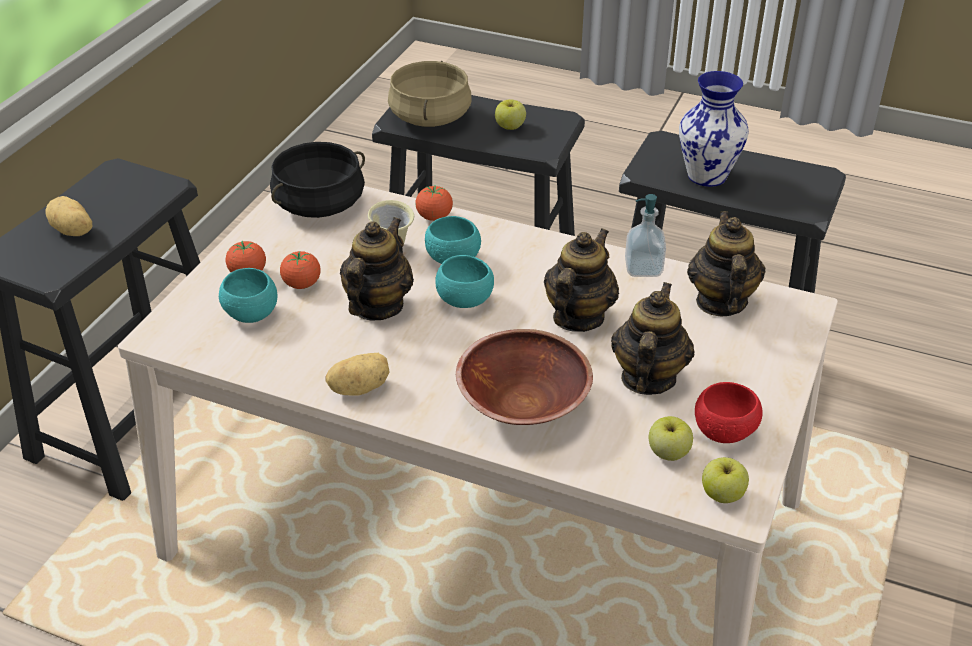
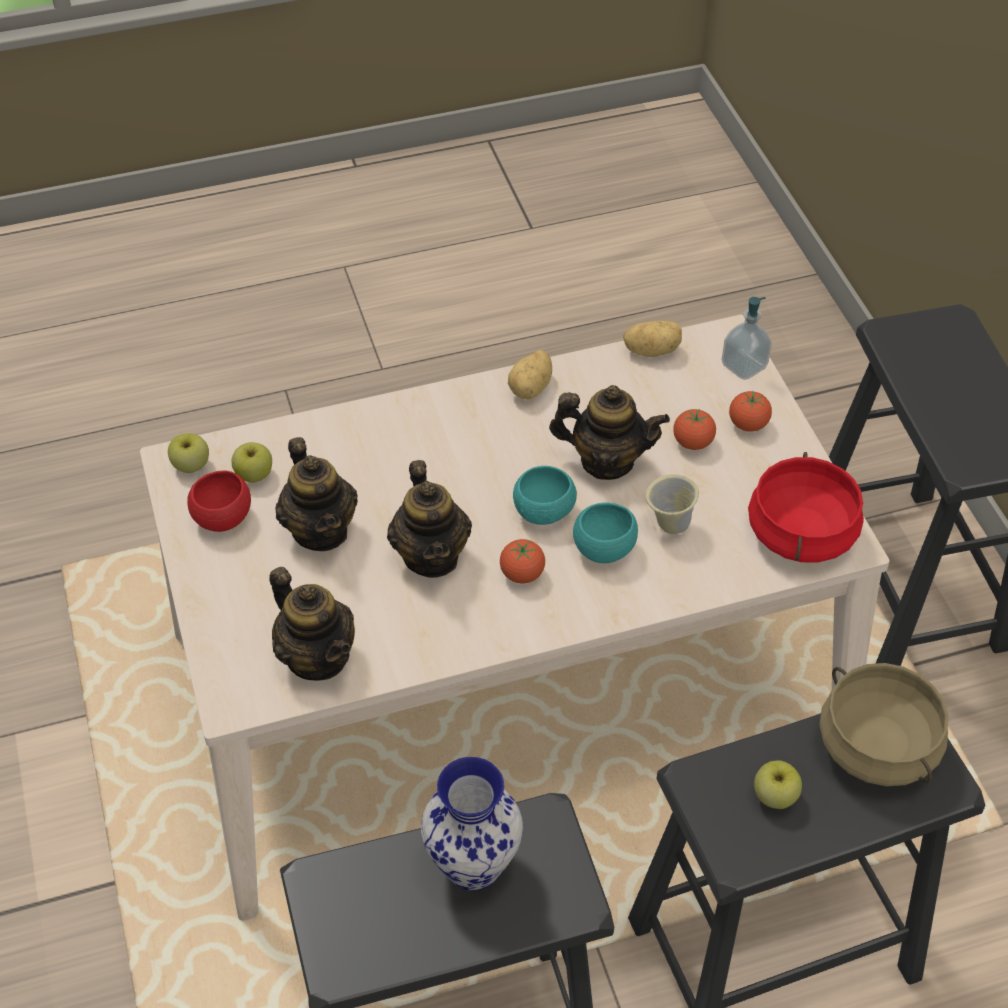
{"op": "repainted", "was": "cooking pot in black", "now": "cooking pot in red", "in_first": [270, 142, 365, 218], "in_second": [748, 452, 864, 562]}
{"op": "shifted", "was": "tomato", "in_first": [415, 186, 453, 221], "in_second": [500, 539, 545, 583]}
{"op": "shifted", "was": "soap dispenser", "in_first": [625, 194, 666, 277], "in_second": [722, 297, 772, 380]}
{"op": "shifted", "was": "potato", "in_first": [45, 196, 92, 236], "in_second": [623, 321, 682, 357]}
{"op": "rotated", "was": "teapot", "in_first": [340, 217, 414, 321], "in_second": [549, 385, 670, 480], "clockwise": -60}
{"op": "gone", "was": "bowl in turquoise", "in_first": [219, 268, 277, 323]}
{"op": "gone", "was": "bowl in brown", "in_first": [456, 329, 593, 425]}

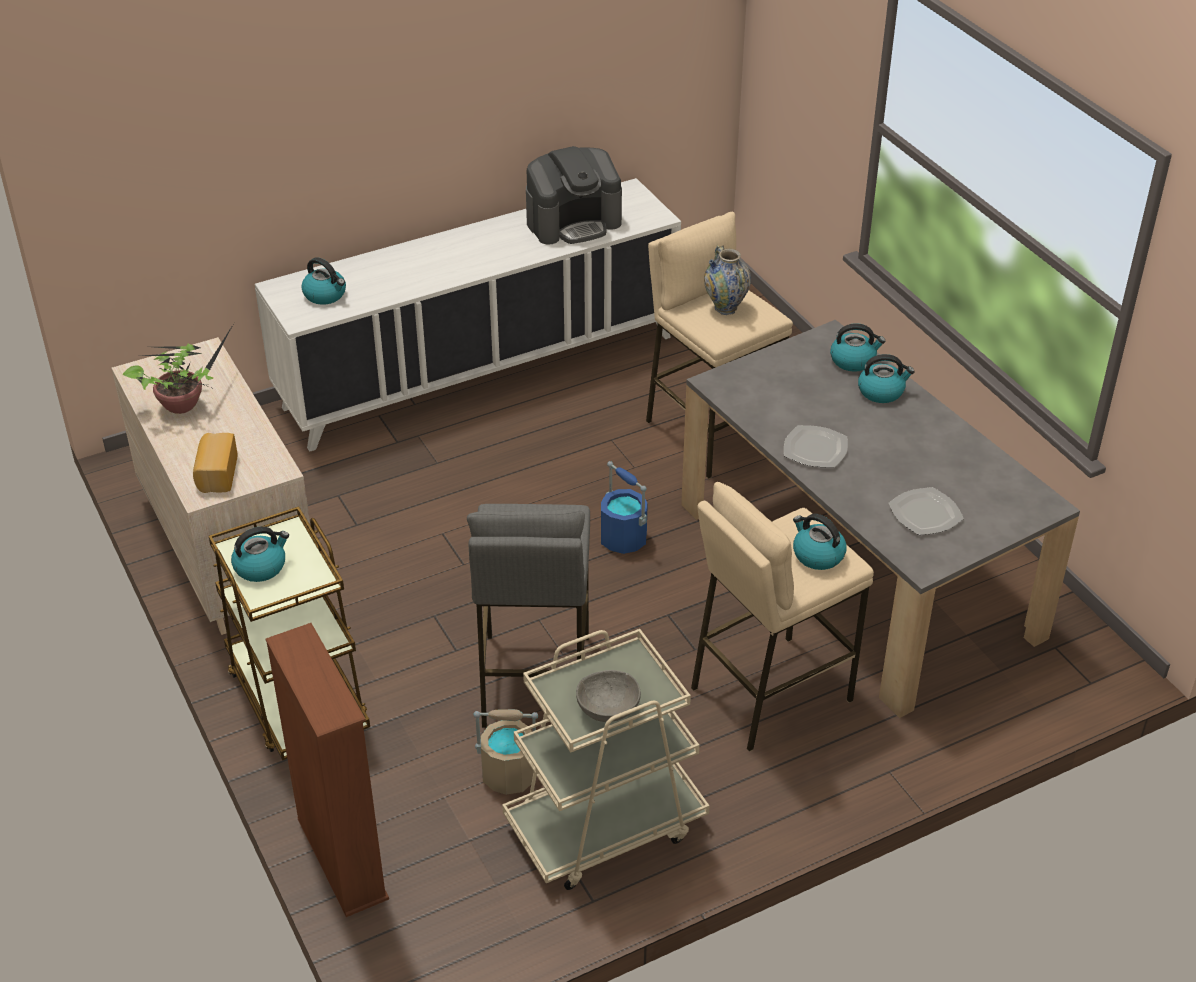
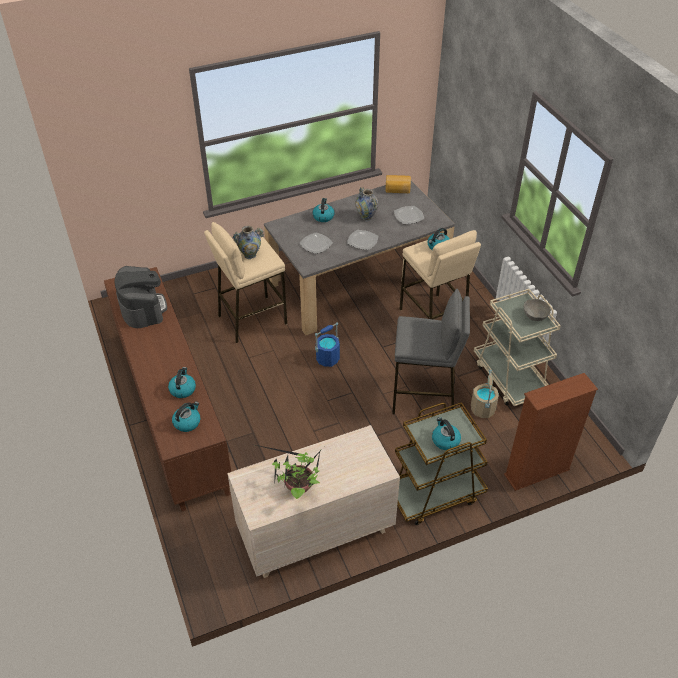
{"op": "repainted", "was": "cabinet in white", "now": "cabinet in brown", "in_first": [255, 178, 681, 452], "in_second": [104, 267, 231, 511]}
{"op": "shifted", "was": "kettle", "in_first": [830, 323, 885, 372], "in_second": [168, 367, 196, 398]}
{"op": "shifted", "was": "bread", "in_first": [193, 433, 238, 493], "in_second": [386, 175, 411, 193]}
{"op": "new", "now": "vase", "in_second": [355, 187, 379, 221]}
{"op": "new", "now": "plate", "in_second": [299, 233, 333, 254]}

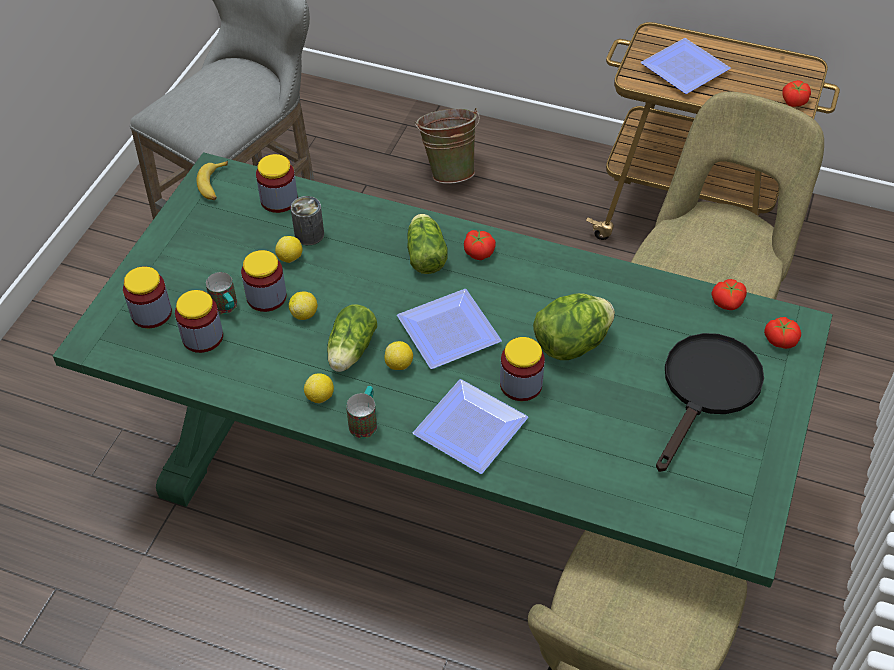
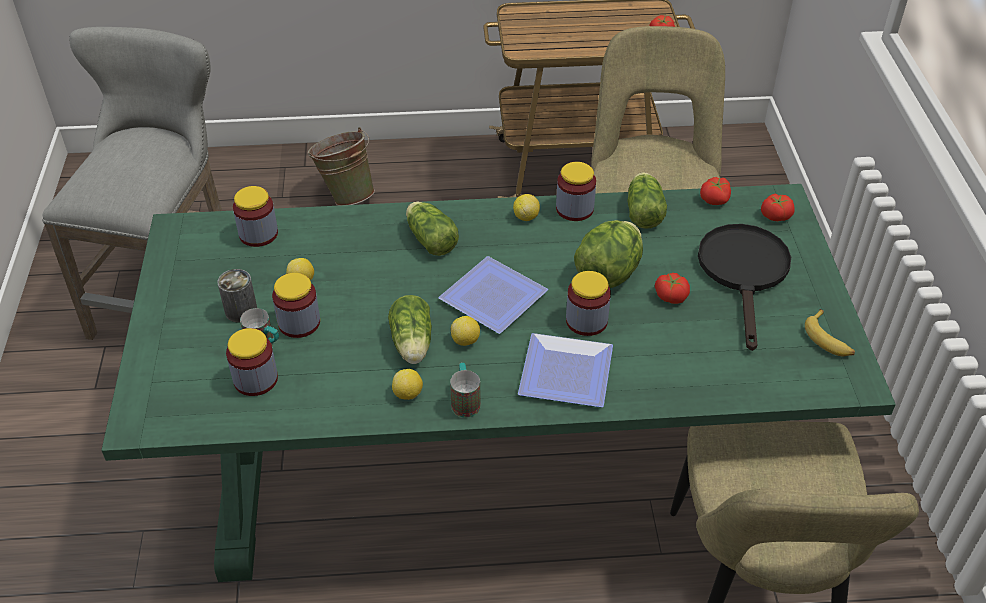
{"op": "gone", "was": "plate", "in_first": [641, 38, 731, 94]}
{"op": "shifted", "was": "banana", "in_first": [197, 161, 228, 200], "in_second": [805, 309, 855, 356]}
{"op": "shifted", "was": "can", "in_first": [291, 196, 324, 245], "in_second": [218, 269, 257, 322]}
{"op": "shifted", "was": "tomato", "in_first": [464, 230, 496, 260], "in_second": [655, 273, 690, 304]}
{"op": "shifted", "was": "jar", "in_first": [123, 266, 172, 328], "in_second": [556, 162, 596, 221]}
{"op": "shifted", "was": "lemon", "in_first": [289, 292, 317, 320], "in_second": [513, 194, 540, 221]}
{"op": "new", "now": "lettuce", "in_second": [628, 172, 667, 229]}

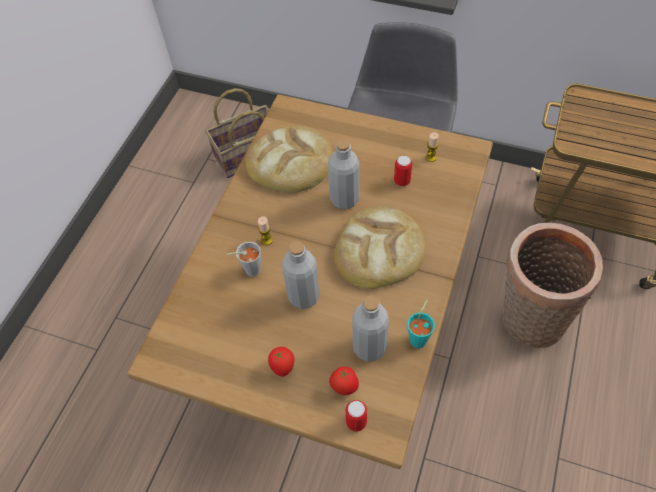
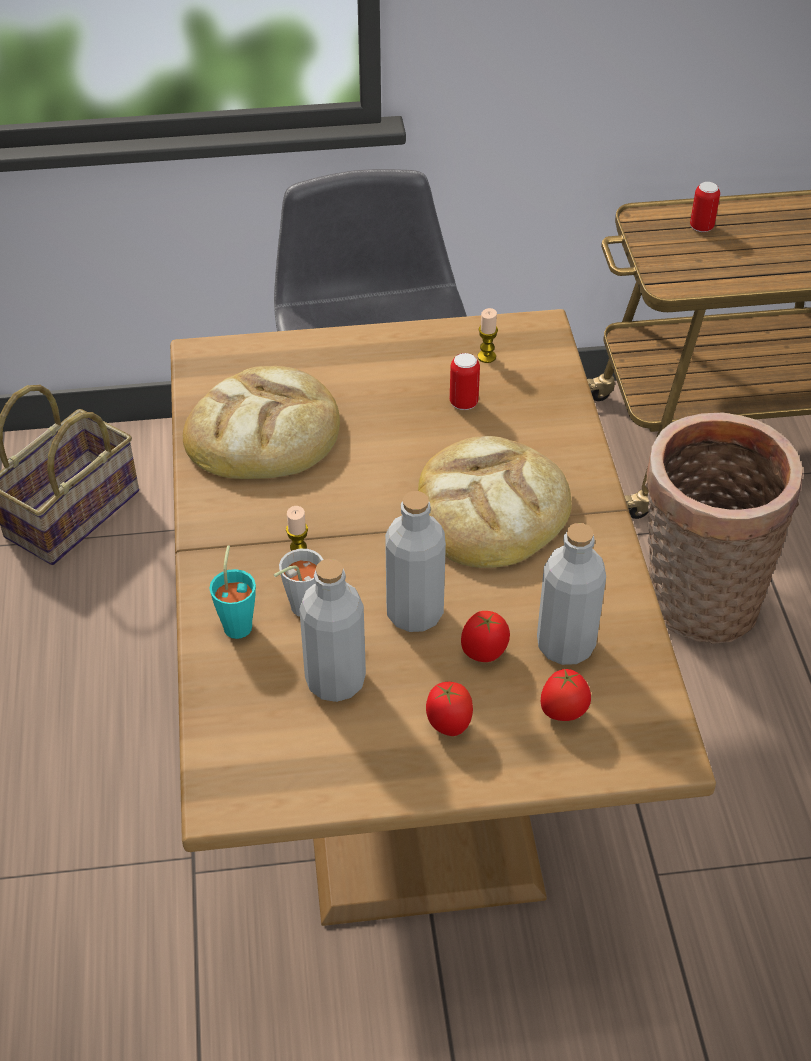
{"op": "shifted", "was": "bottle in grey", "in_first": [328, 139, 359, 209], "in_second": [299, 559, 366, 702]}
{"op": "shifted", "was": "cup in turquoise", "in_first": [407, 300, 435, 348], "in_second": [209, 545, 256, 639]}
{"op": "shifted", "was": "can", "in_first": [345, 400, 367, 432], "in_second": [690, 182, 720, 232]}
{"op": "new", "now": "tomato", "in_second": [461, 611, 510, 662]}

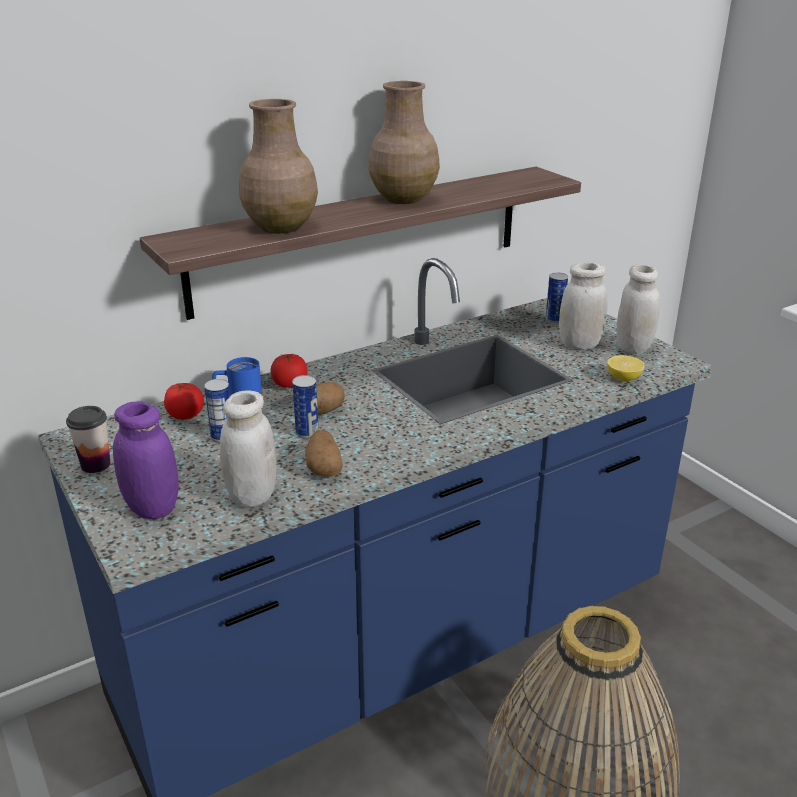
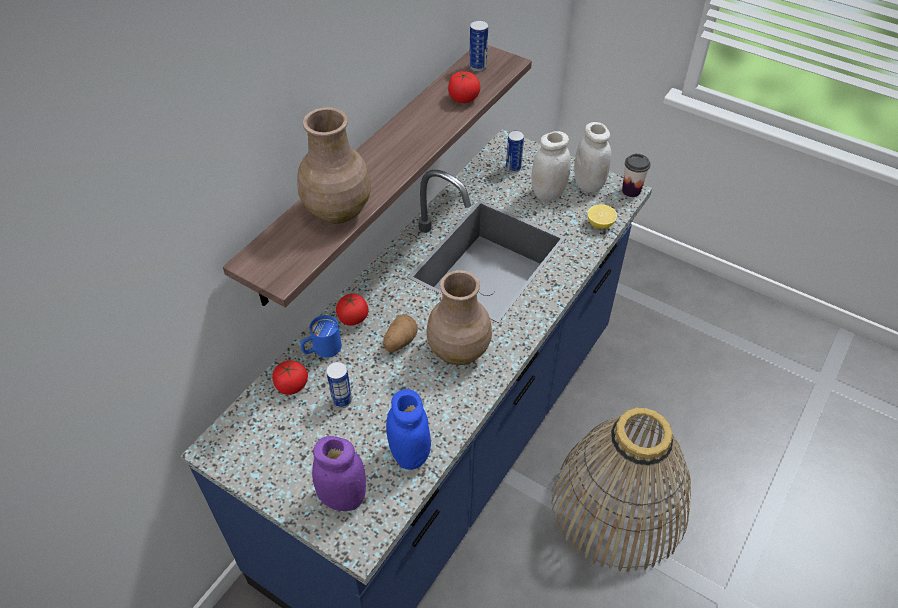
{"op": "shifted", "was": "vase in brown", "in_first": [368, 81, 440, 204], "in_second": [426, 270, 492, 365]}
{"op": "shifted", "was": "can", "in_first": [292, 375, 319, 439], "in_second": [469, 20, 488, 71]}
{"op": "repainted", "was": "jar in white", "now": "jar in blue", "in_first": [220, 390, 276, 508], "in_second": [386, 389, 431, 470]}
{"op": "shifted", "was": "cup", "in_first": [66, 406, 110, 473], "in_second": [622, 154, 651, 197]}
{"op": "gone", "was": "potato", "in_first": [305, 430, 343, 477]}
{"op": "new", "now": "tomato", "in_second": [448, 71, 480, 103]}

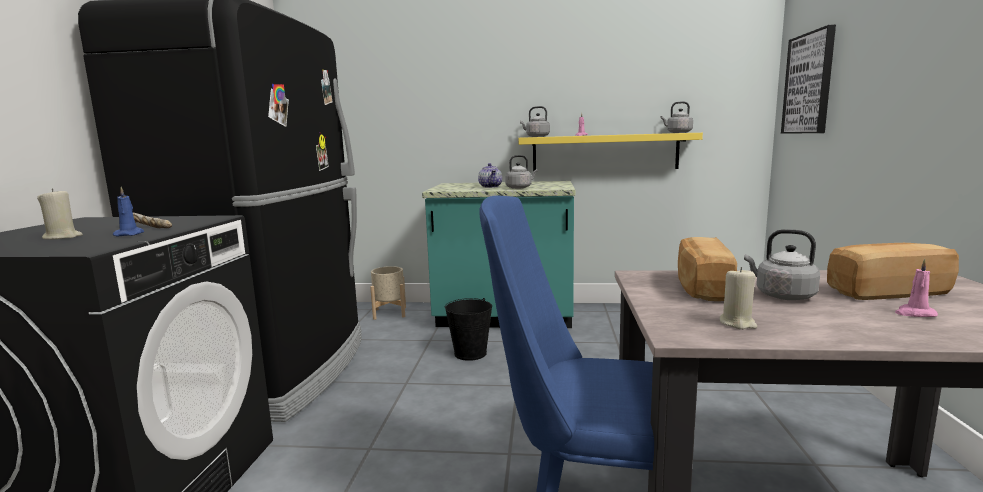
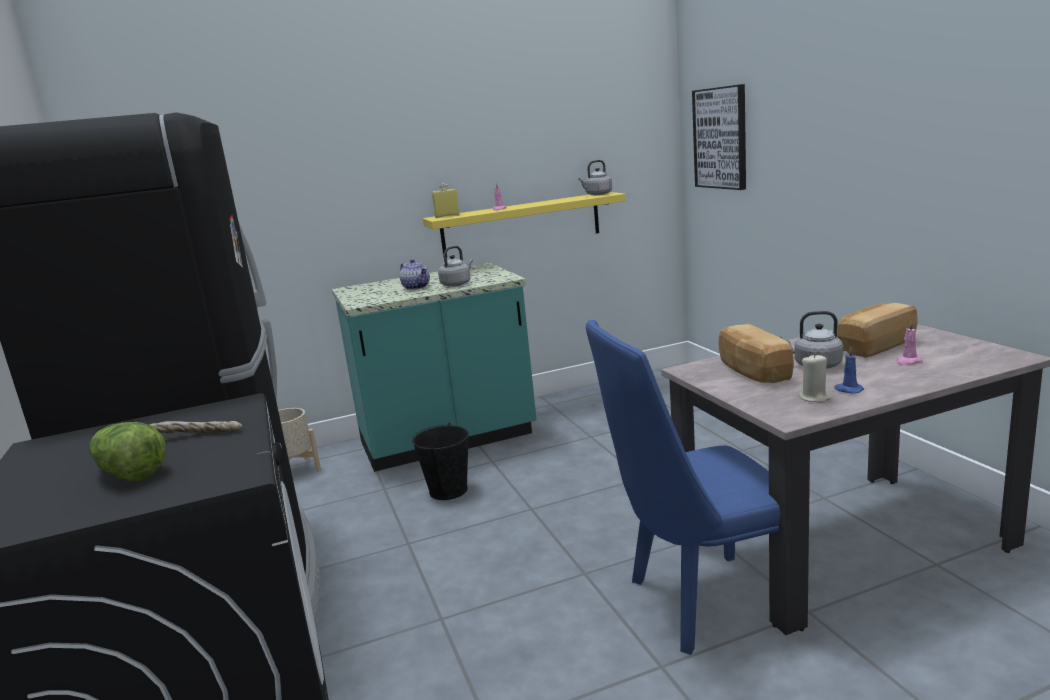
{"op": "swapped", "was": "kettle in grey", "now": "bottle in yellow", "in_first": [520, 106, 550, 137], "in_second": [432, 183, 460, 218]}
{"op": "shifted", "was": "candle in blue", "in_first": [113, 187, 144, 236], "in_second": [834, 347, 864, 394]}
{"op": "swapped", "was": "candle in beige", "now": "lettuce", "in_first": [37, 188, 83, 240], "in_second": [89, 422, 166, 482]}

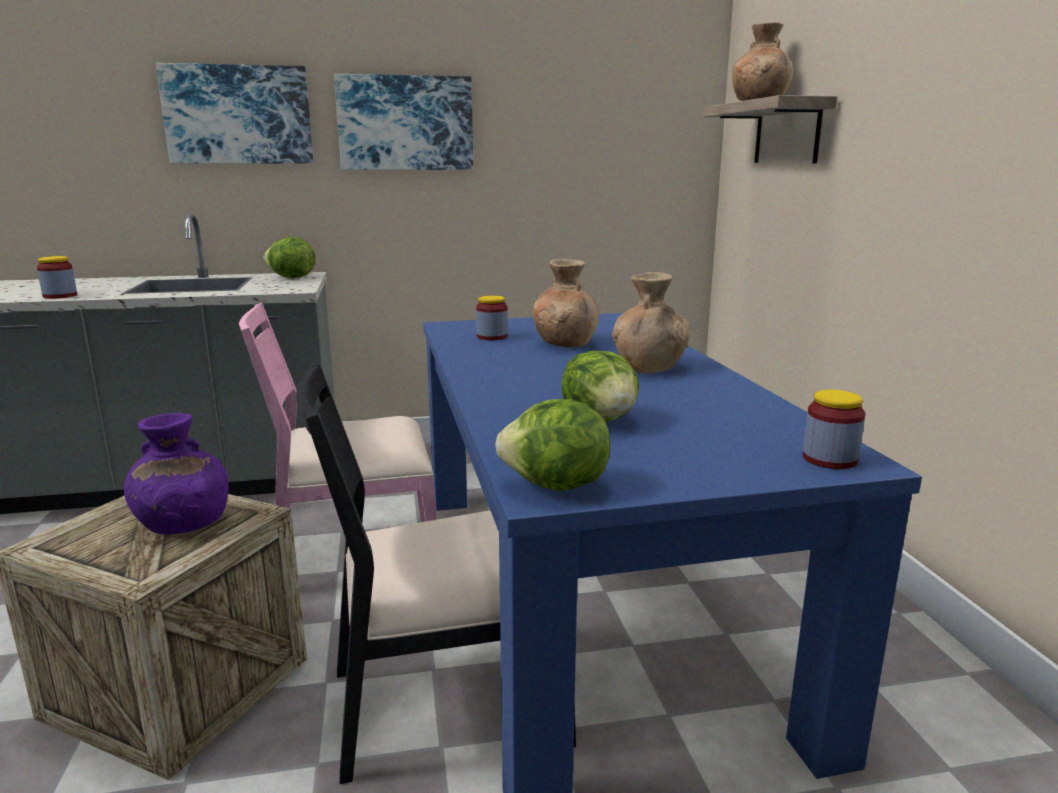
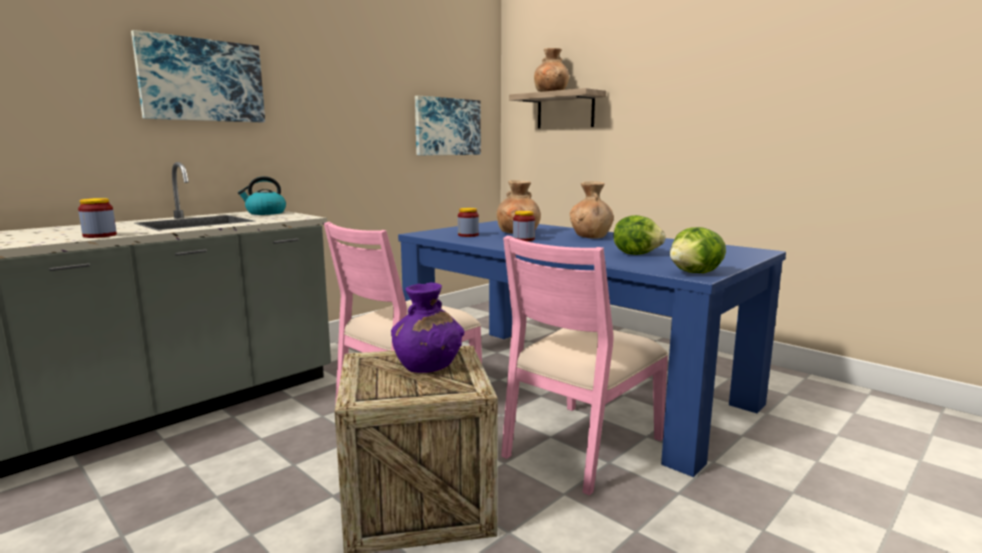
{"op": "shifted", "was": "picture", "in_first": [334, 74, 473, 170], "in_second": [415, 96, 481, 155]}
{"op": "swapped", "was": "lettuce", "now": "kettle", "in_first": [264, 237, 315, 278], "in_second": [238, 176, 286, 215]}
{"op": "repainted", "was": "chair in black", "now": "chair in pink", "in_first": [296, 362, 576, 784], "in_second": [501, 236, 669, 496]}
{"op": "shifted", "was": "jar", "in_first": [803, 390, 865, 469], "in_second": [513, 211, 535, 241]}

